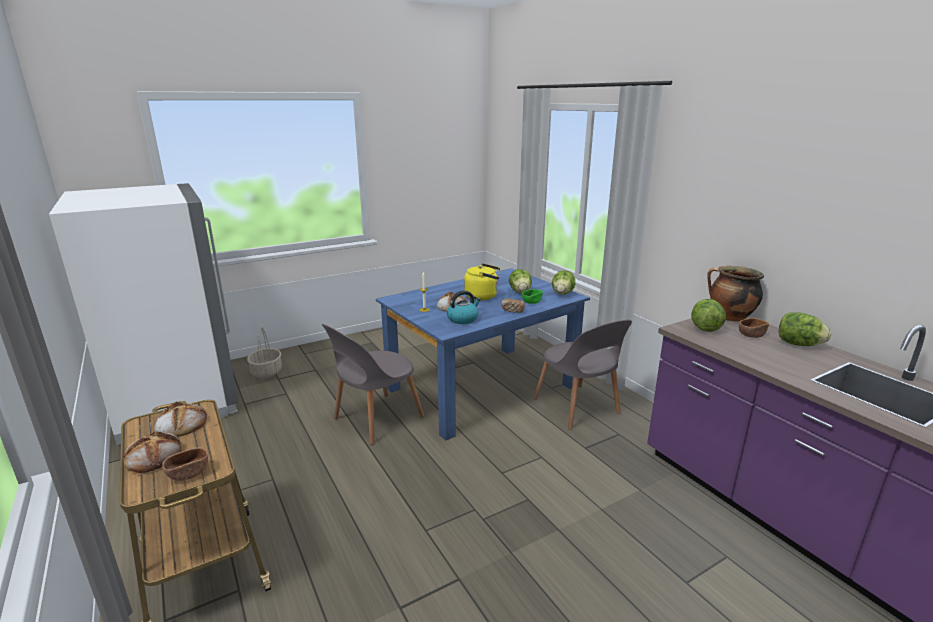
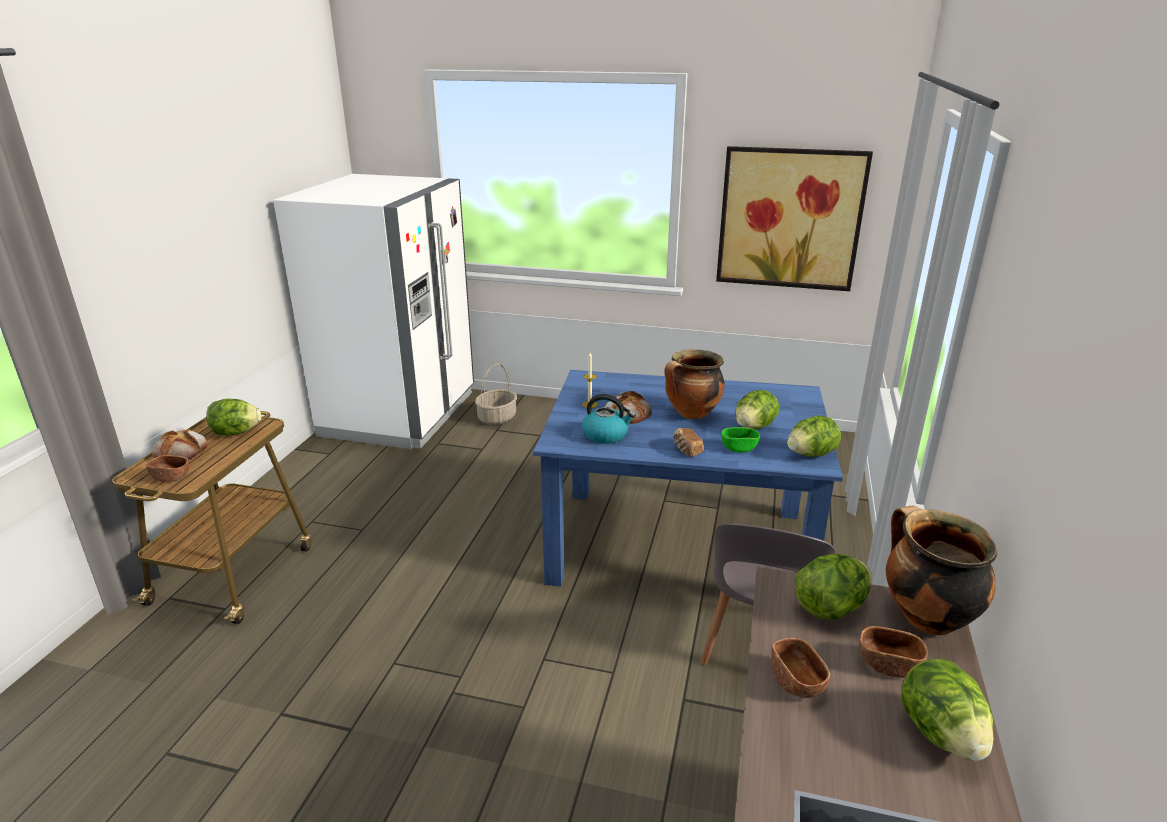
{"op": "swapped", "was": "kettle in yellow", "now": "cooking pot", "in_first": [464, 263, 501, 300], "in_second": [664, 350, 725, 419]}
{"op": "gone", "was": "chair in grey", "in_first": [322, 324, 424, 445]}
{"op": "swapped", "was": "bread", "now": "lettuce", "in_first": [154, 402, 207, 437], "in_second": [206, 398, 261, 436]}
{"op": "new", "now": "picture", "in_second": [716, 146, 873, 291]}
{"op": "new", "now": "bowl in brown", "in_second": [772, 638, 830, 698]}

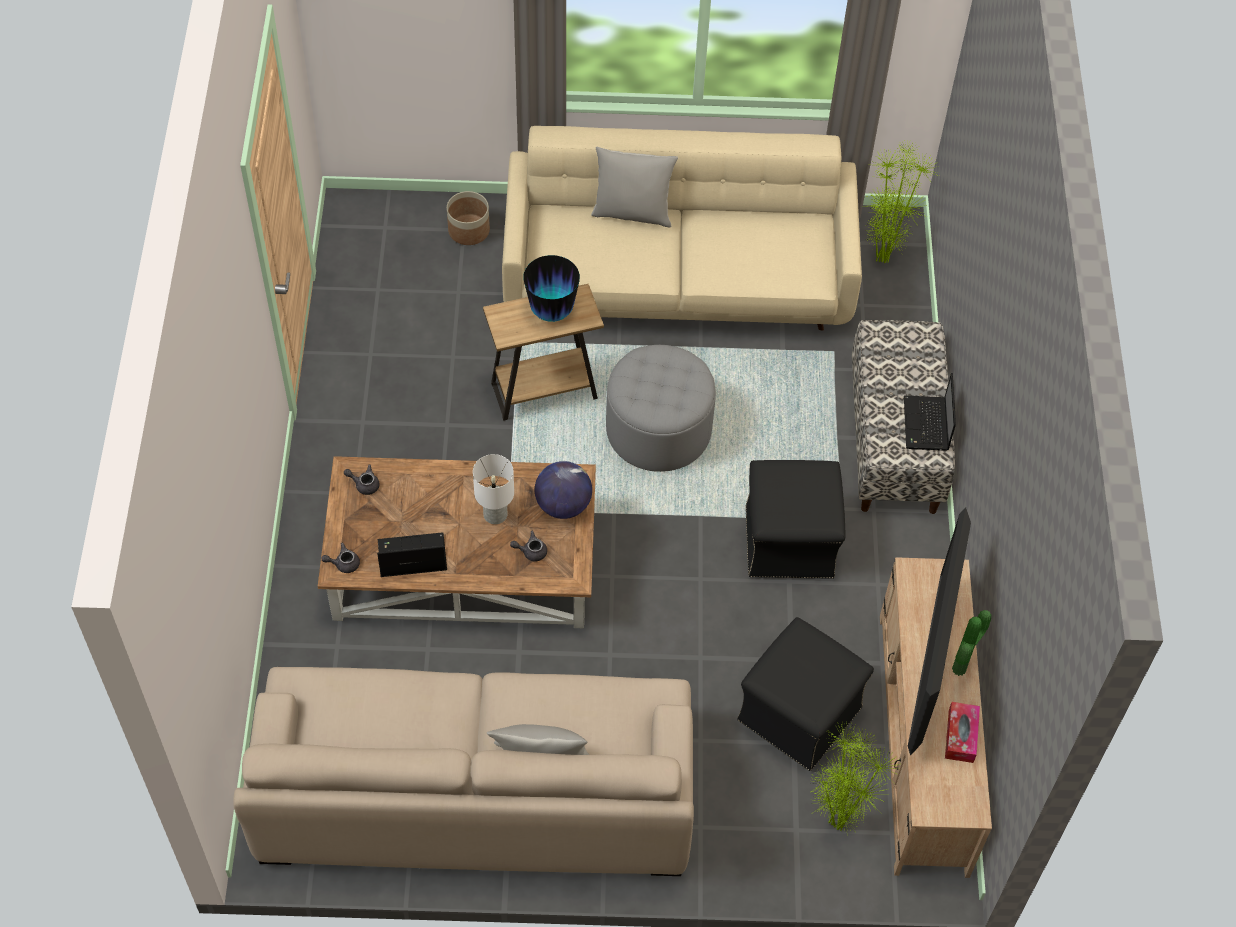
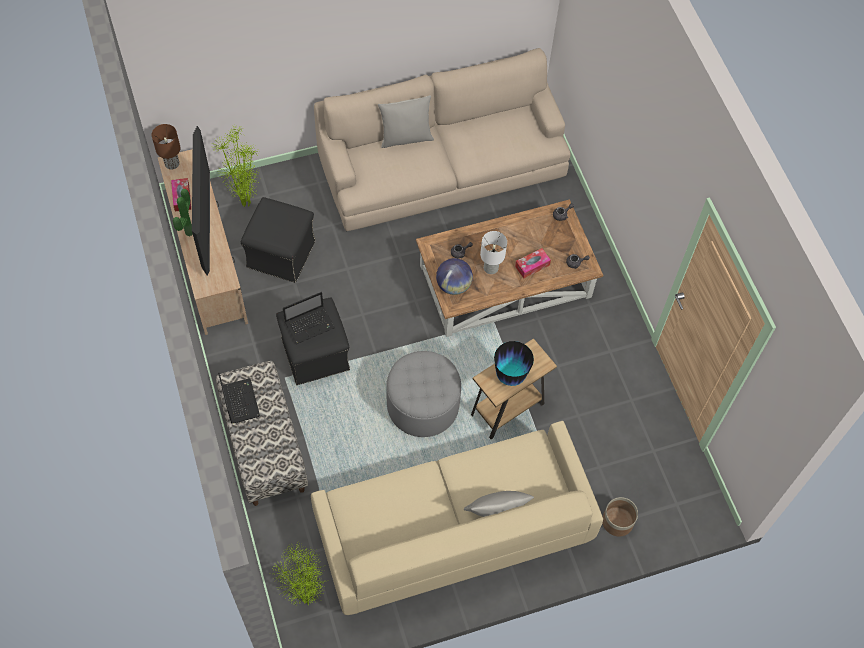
{"op": "shifted", "was": "laptop", "in_first": [377, 532, 447, 577], "in_second": [283, 292, 335, 344]}
{"op": "new", "now": "table lamp in brown", "in_second": [152, 124, 180, 170]}
{"op": "new", "now": "tissue box", "in_second": [515, 248, 551, 278]}

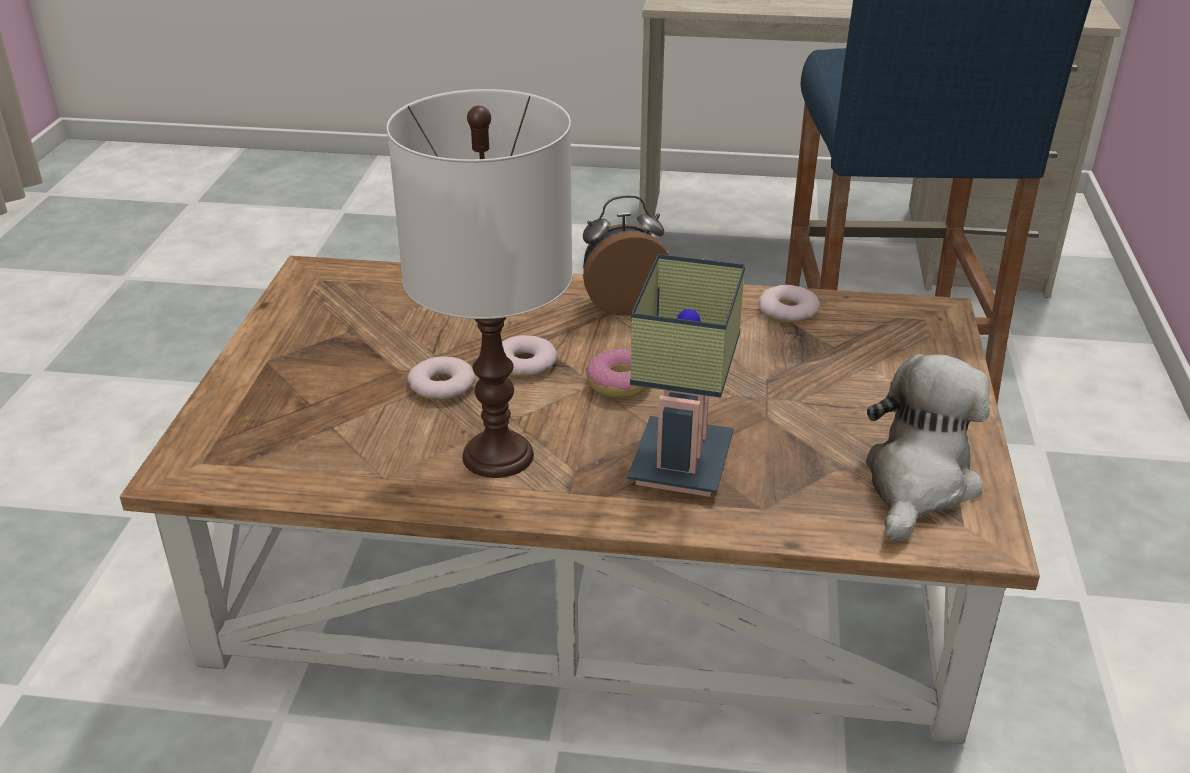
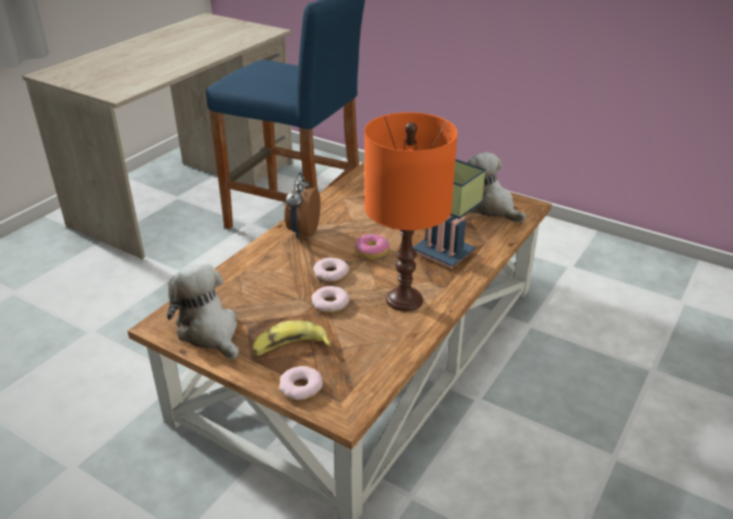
{"op": "repainted", "was": "table lamp in white", "now": "table lamp in orange", "in_first": [387, 89, 573, 478], "in_second": [364, 112, 458, 311]}
{"op": "shifted", "was": "donut", "in_first": [758, 285, 820, 323], "in_second": [279, 366, 323, 400]}
{"op": "new", "now": "plush toy", "in_second": [167, 263, 239, 359]}
{"op": "new", "now": "banana", "in_second": [252, 321, 332, 356]}

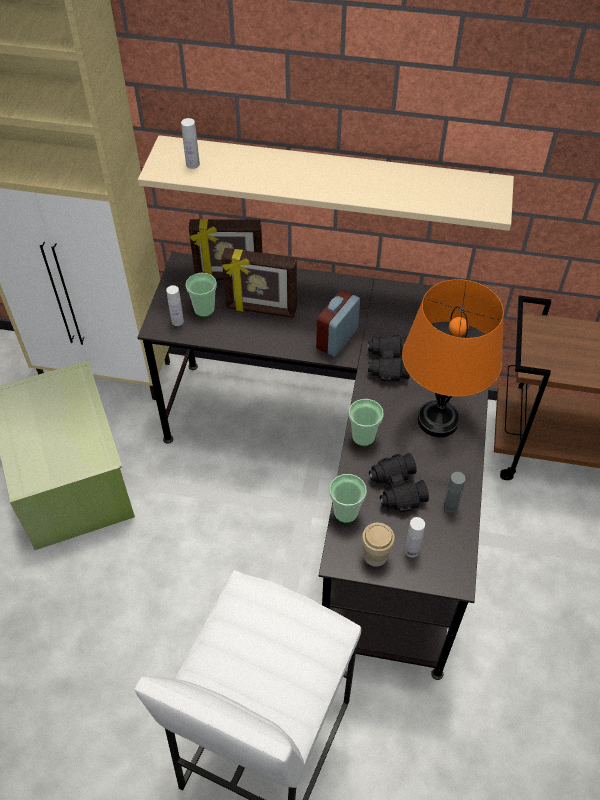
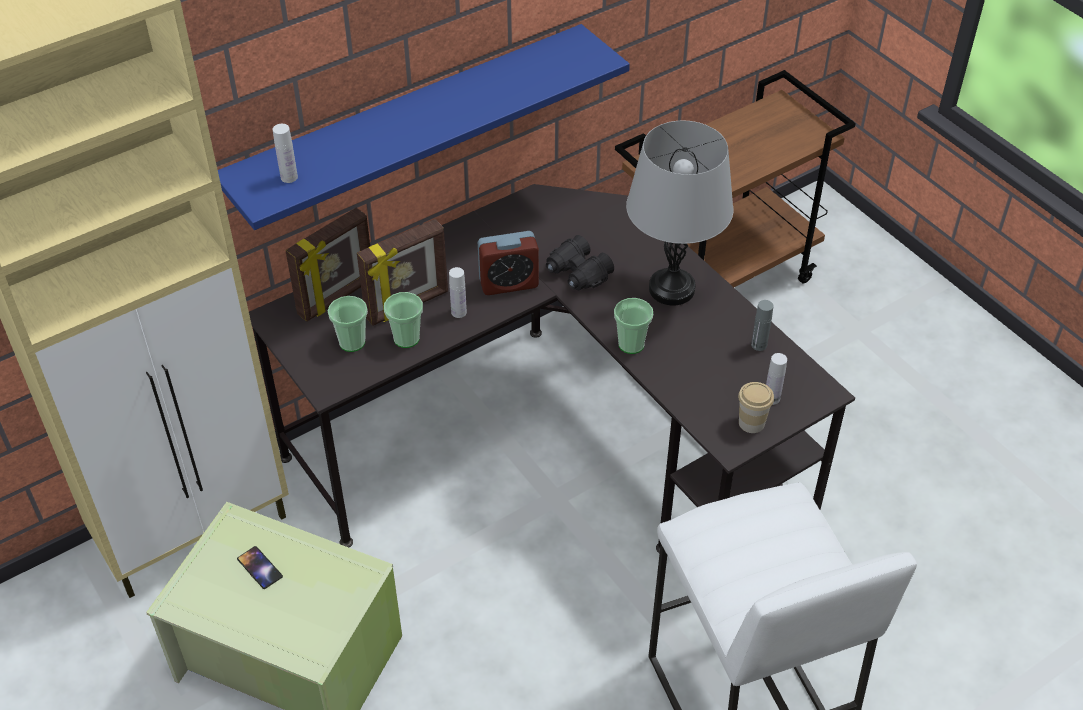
{"op": "repainted", "was": "shelf in beige", "now": "shelf in blue", "in_first": [138, 135, 514, 231], "in_second": [218, 24, 630, 230]}
{"op": "repainted", "was": "table lamp in orange", "now": "table lamp in grey", "in_first": [402, 279, 504, 437], "in_second": [626, 120, 733, 306]}
{"op": "shifted", "was": "bottle in white", "in_first": [166, 285, 184, 326], "in_second": [449, 267, 467, 318]}
{"op": "rotated", "was": "alarm clock", "in_first": [316, 290, 360, 357], "in_second": [478, 231, 539, 295], "clockwise": -90}
{"op": "gone", "was": "binoculars in black", "in_first": [369, 453, 429, 512]}
{"op": "shifted", "was": "cup", "in_first": [329, 474, 367, 523], "in_second": [384, 292, 423, 348]}
{"op": "new", "now": "phone", "in_second": [237, 546, 283, 589]}

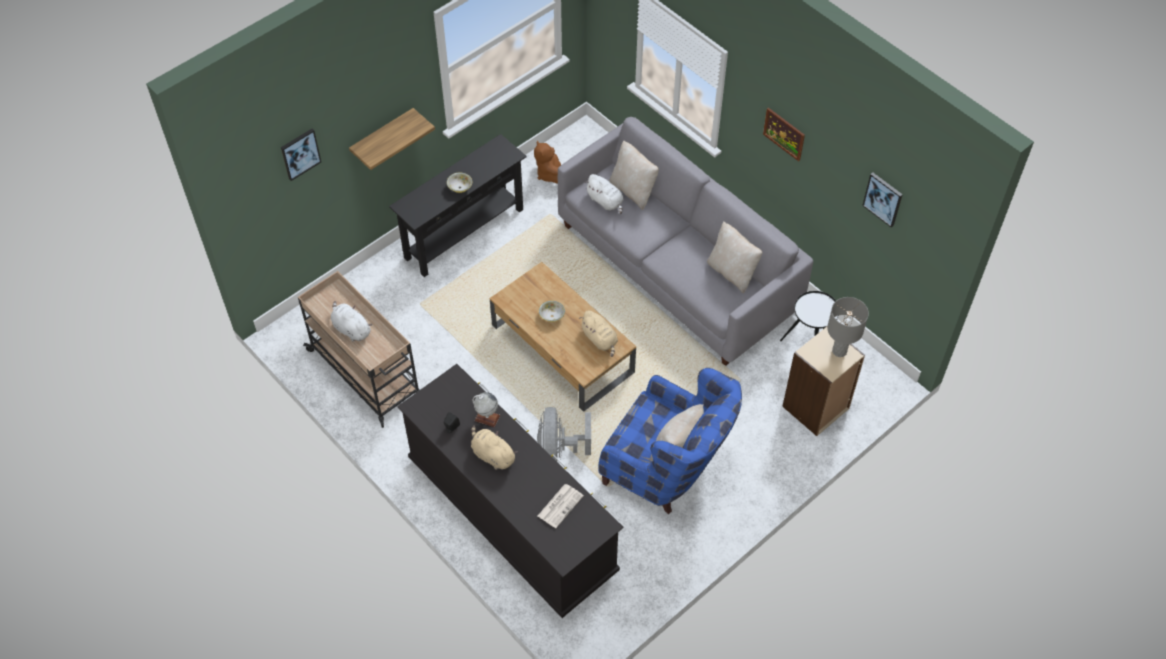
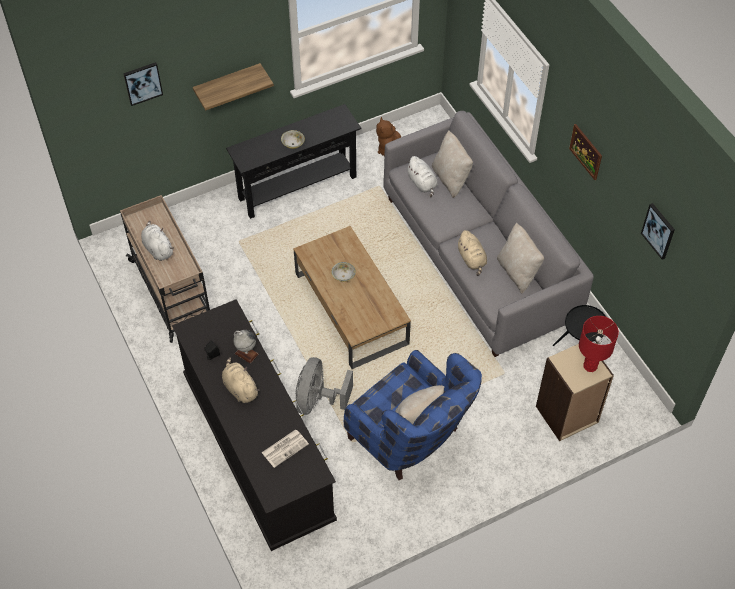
{"op": "repainted", "was": "table lamp in grey", "now": "table lamp in red", "in_first": [827, 297, 869, 357], "in_second": [579, 316, 619, 372]}
{"op": "shifted", "was": "plush toy in beige", "in_first": [579, 310, 618, 357], "in_second": [457, 230, 487, 276]}

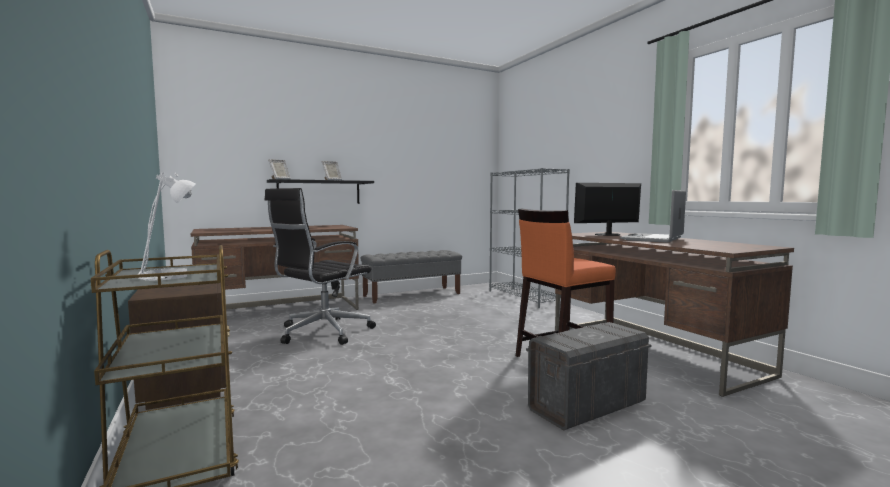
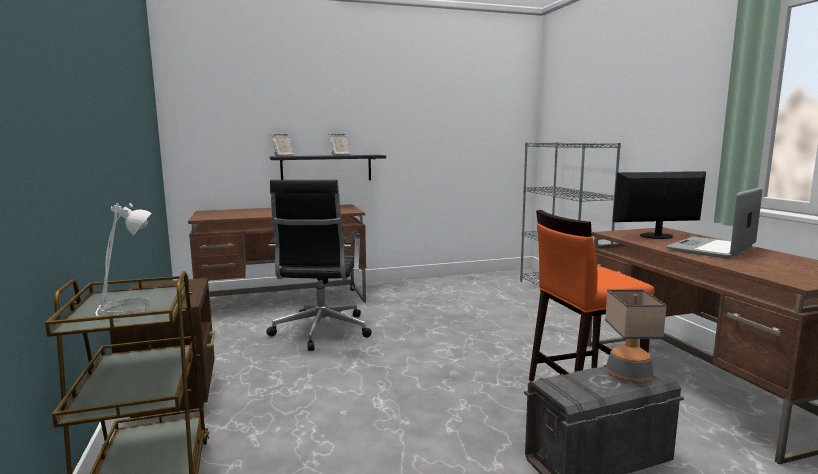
{"op": "rotated", "was": "office chair in black", "in_first": [264, 188, 376, 345], "in_second": [266, 180, 372, 351], "clockwise": -45}
{"op": "gone", "was": "bench in grey", "in_first": [360, 250, 462, 304]}
{"op": "new", "now": "table lamp", "in_second": [605, 289, 667, 382]}

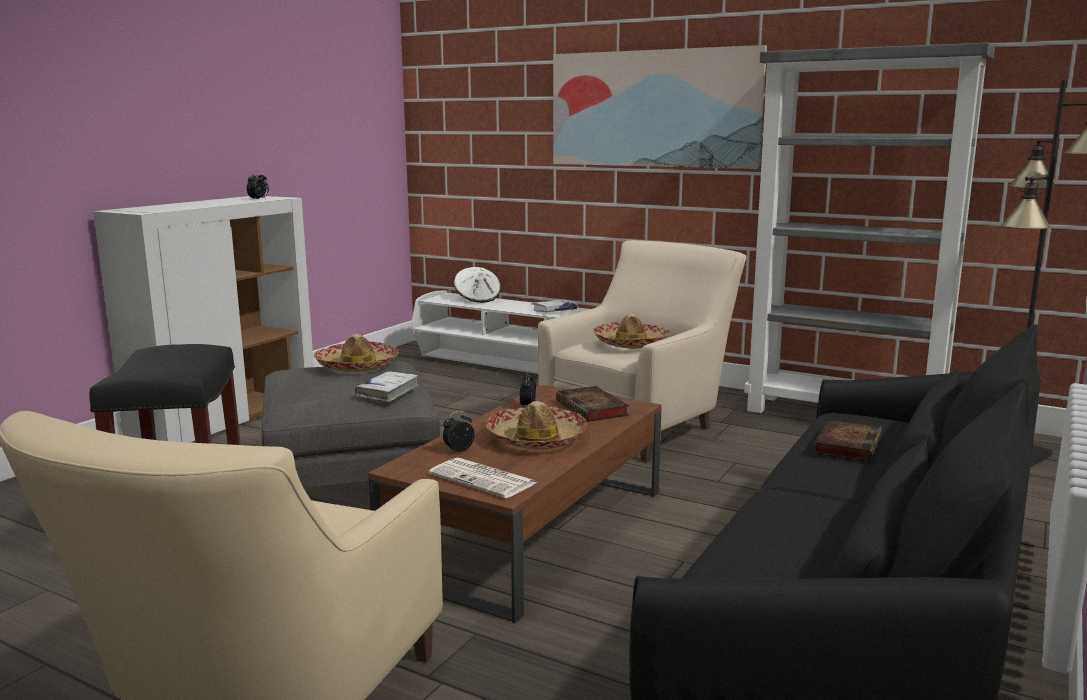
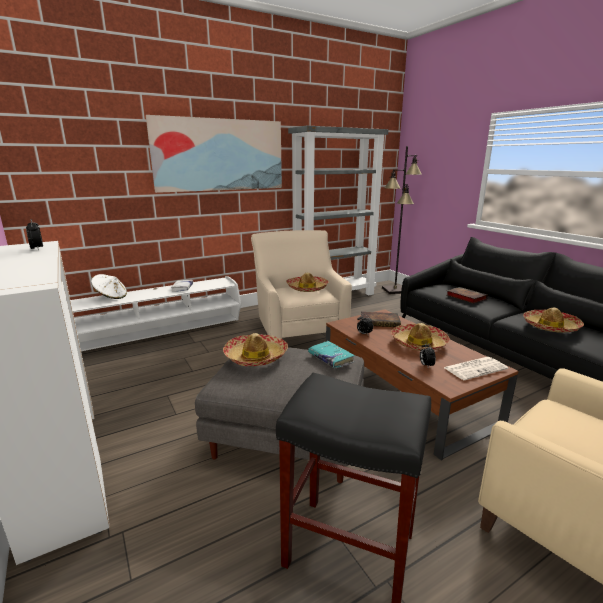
{"op": "repainted", "was": "book in white", "now": "book in turquoise", "in_first": [355, 371, 419, 402], "in_second": [308, 341, 355, 368]}
{"op": "new", "now": "hat", "in_second": [523, 308, 584, 333]}

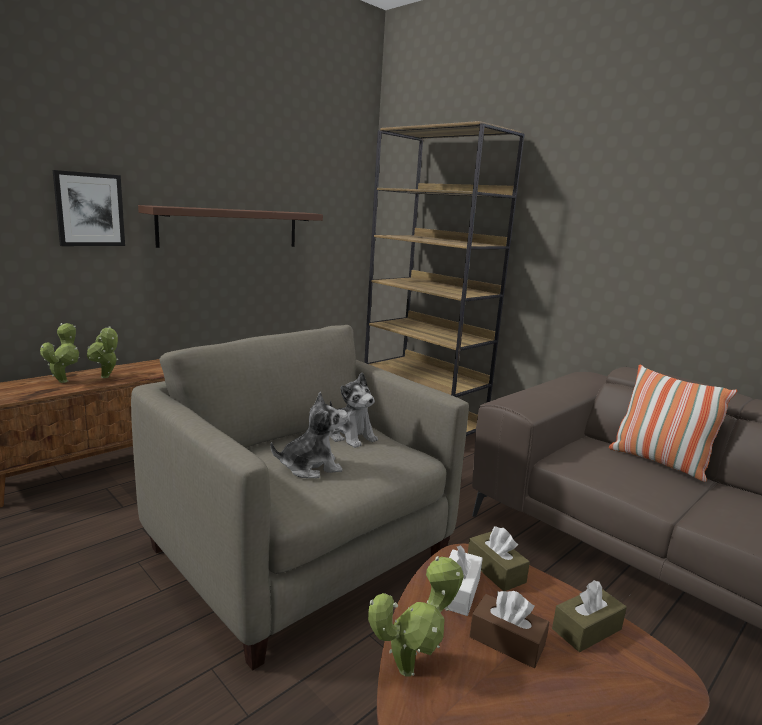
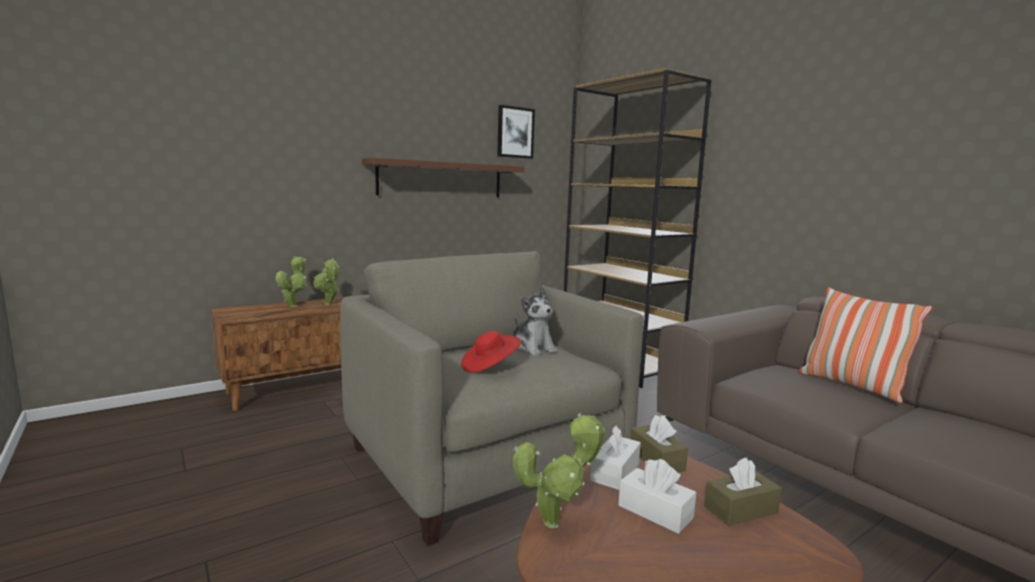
{"op": "shifted", "was": "picture", "in_first": [53, 170, 125, 246], "in_second": [497, 105, 535, 159]}
{"op": "swapped", "was": "plush toy", "now": "hat in red", "in_first": [270, 392, 348, 478], "in_second": [461, 331, 521, 372]}
{"op": "repainted", "was": "tissue box in brown", "now": "tissue box in white", "in_first": [469, 591, 549, 668], "in_second": [618, 459, 696, 534]}

